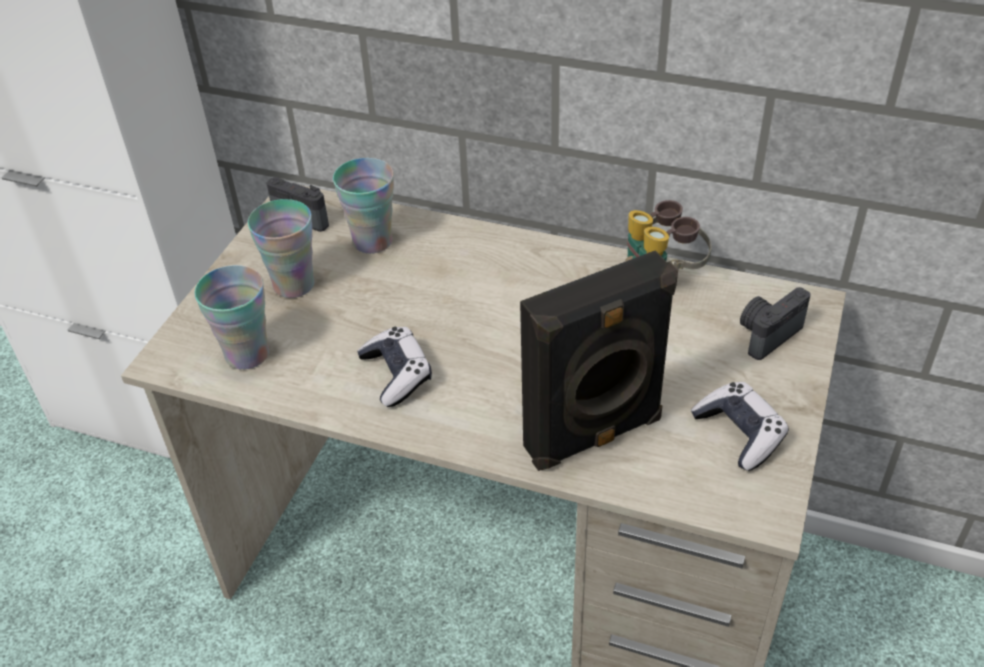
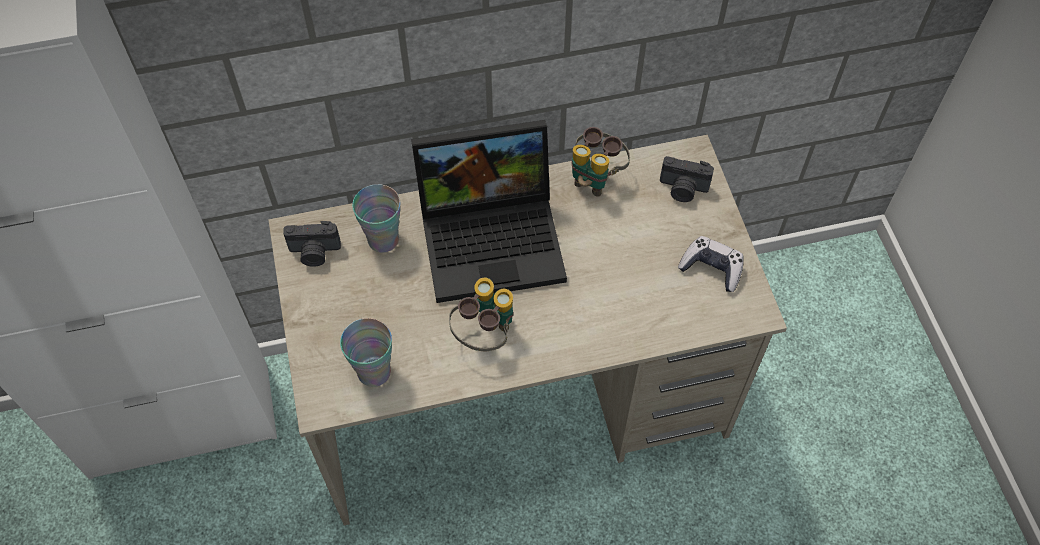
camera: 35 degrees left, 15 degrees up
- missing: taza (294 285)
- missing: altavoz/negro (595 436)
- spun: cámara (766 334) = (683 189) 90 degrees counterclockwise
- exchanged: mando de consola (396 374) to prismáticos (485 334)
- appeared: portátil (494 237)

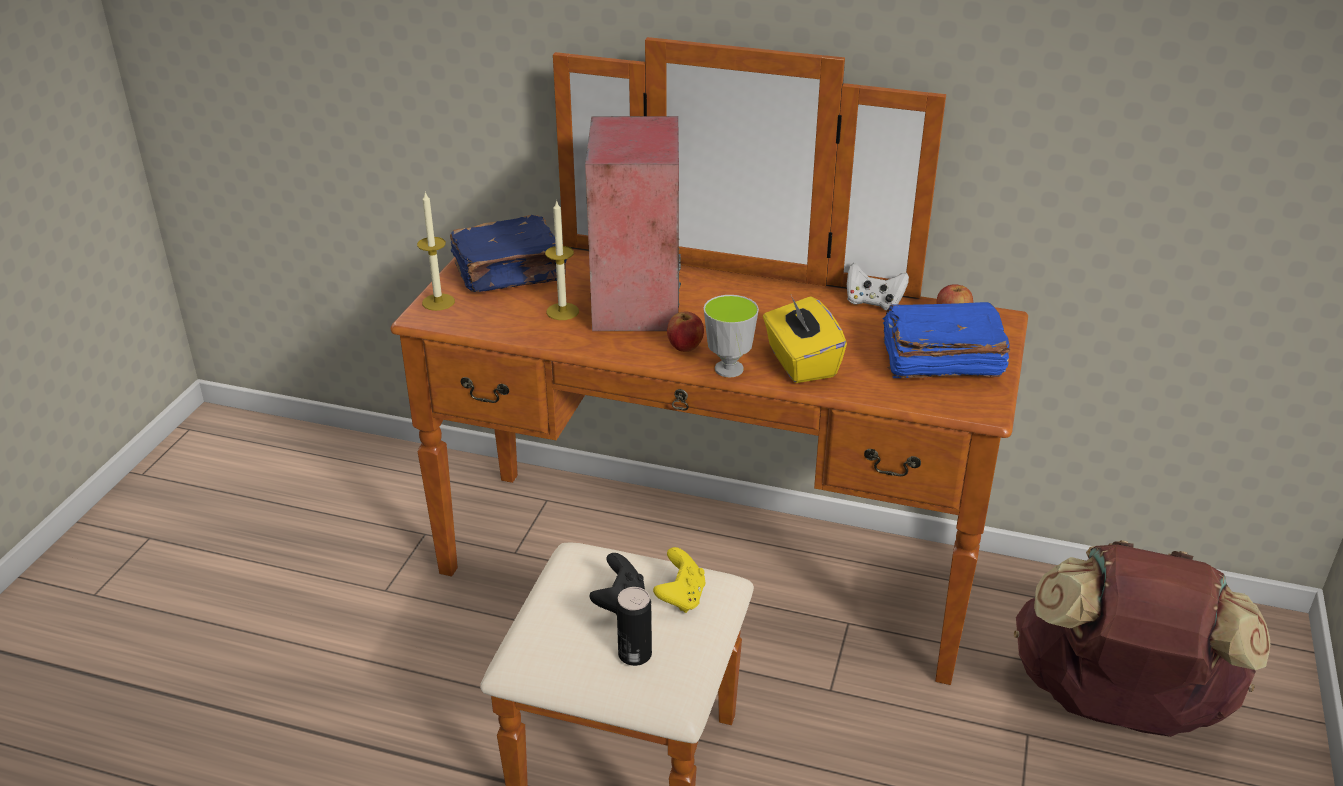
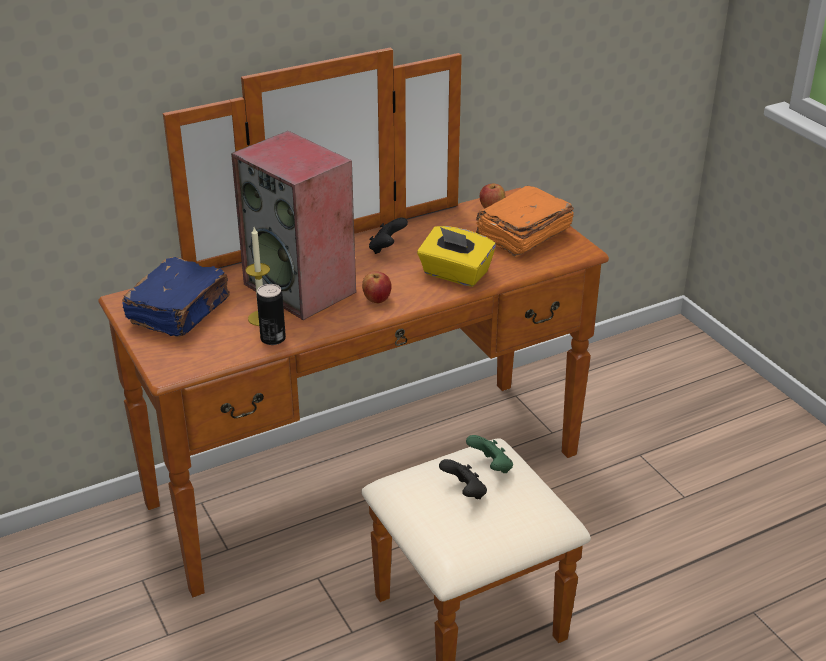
camera: 45 degrees left, 0 degrees up
- missing: vela (438 302)
- missing: mando de consola/blanco (873 303)
- missing: taza (729 369)
- colour: libro/azul (939 360) to libro/naranja (522 235)
- missing: mochila/marrón (1116 706)
- colour: mando de consola/amarillo (681 597) to mando de consola/verde (491 467)
- relocated: lata (635 654) to (273 339)
- appeared: mando de consola/negro (387 248)

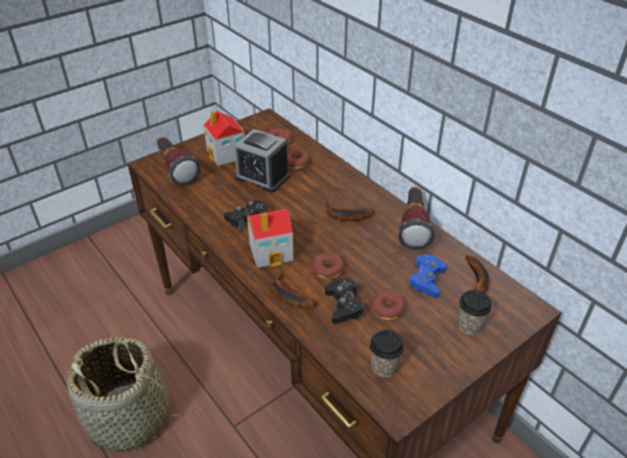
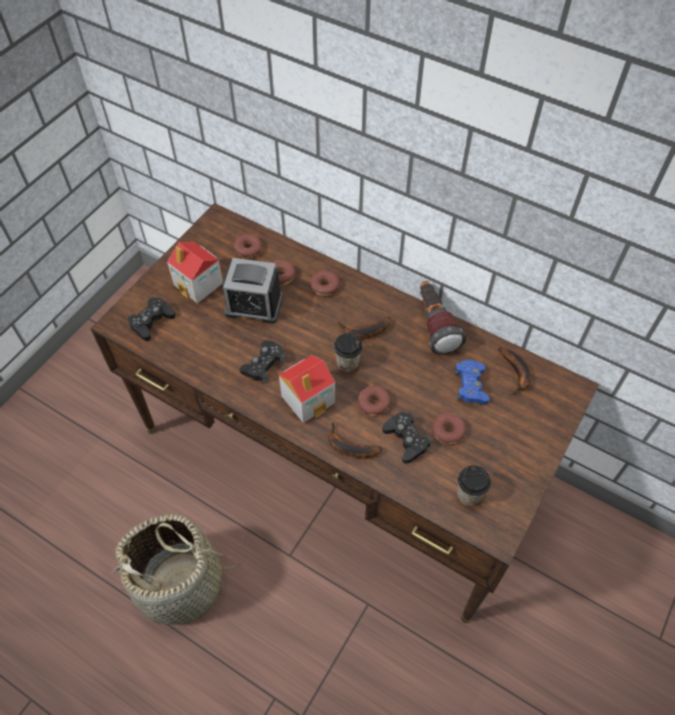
camera: 20 degrees left, 15 degrees up
- exchanged: linterna (175 169) to mando de consola/negro (151 321)
- relocated: taza (469 326) to (347 363)
- appeared: rosquilla (324 286)

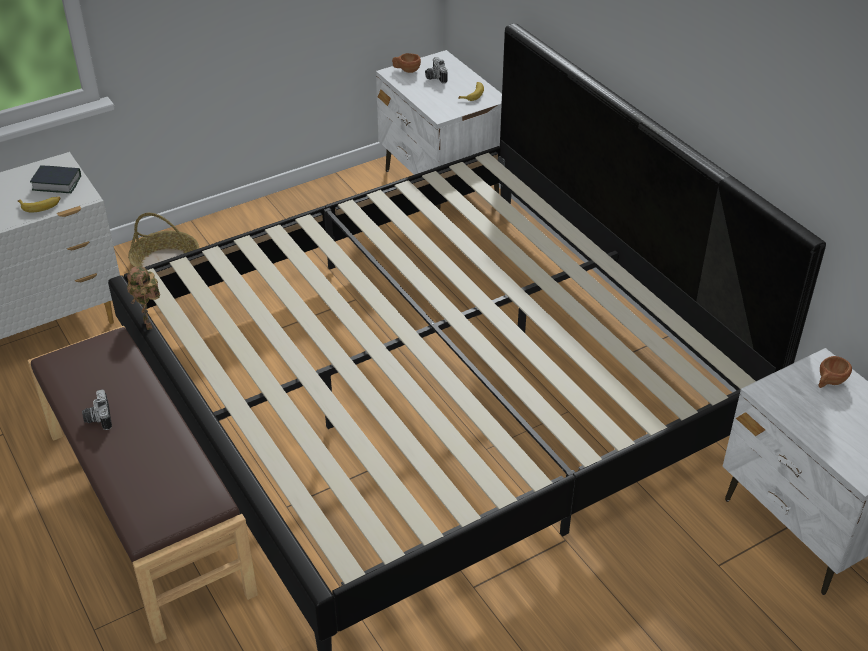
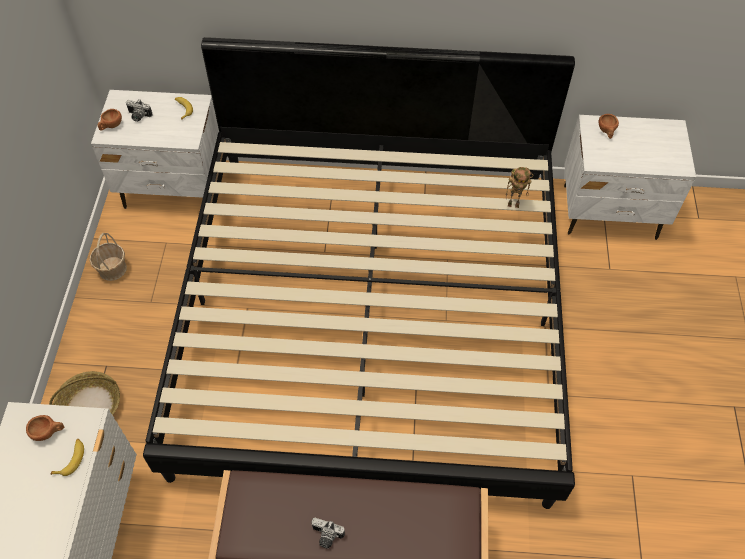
camera: 55 degrees left, 15 degrees up
- exchanged: libro (57 183) to taza/marrón (48 432)
- relocated: robot de juguete (150 324) to (514 204)
- appeared: cesta (112 269)

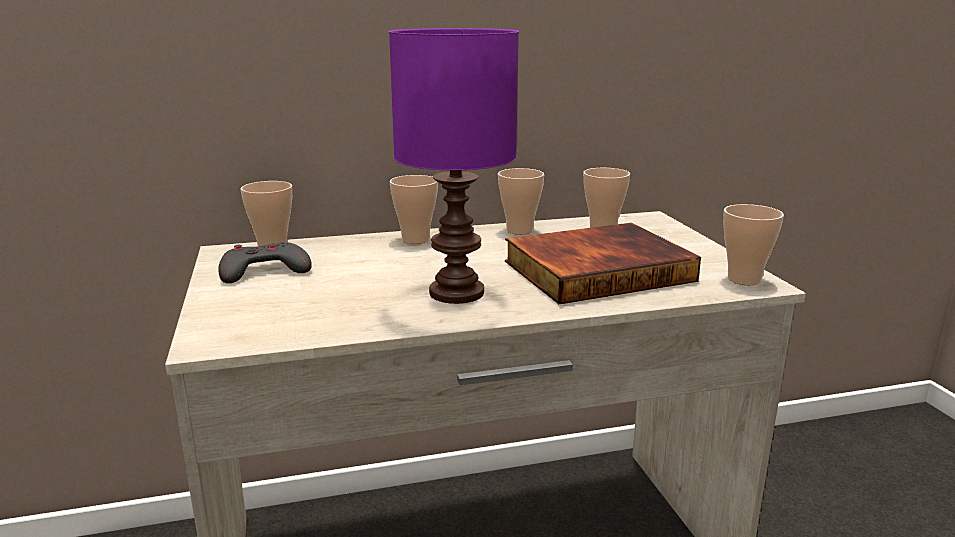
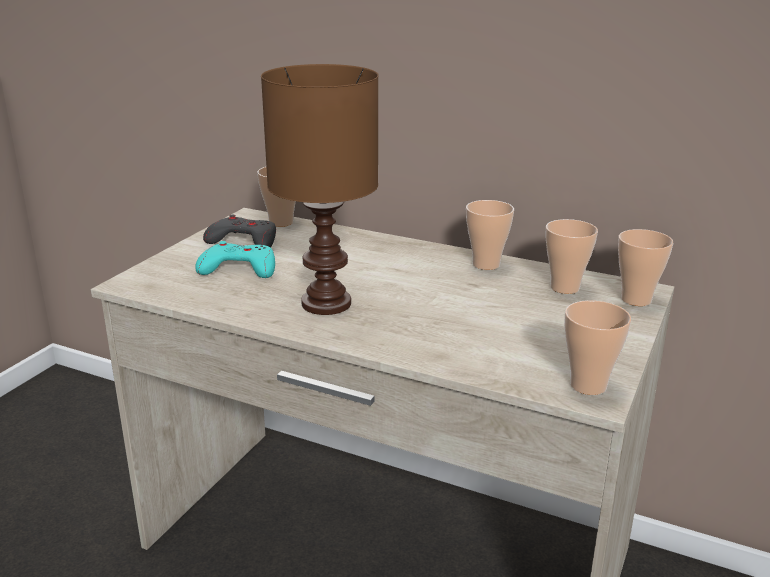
camera: 40 degrees right, 5 degrees up
- colour: lámpara de mesa/morado (454 292) to lámpara de mesa/marrón (325 302)
- relocated: taza (415 239) to (636 299)
- missing: libro (597 269)
- appeared: mando de consola/turquesa (238 268)

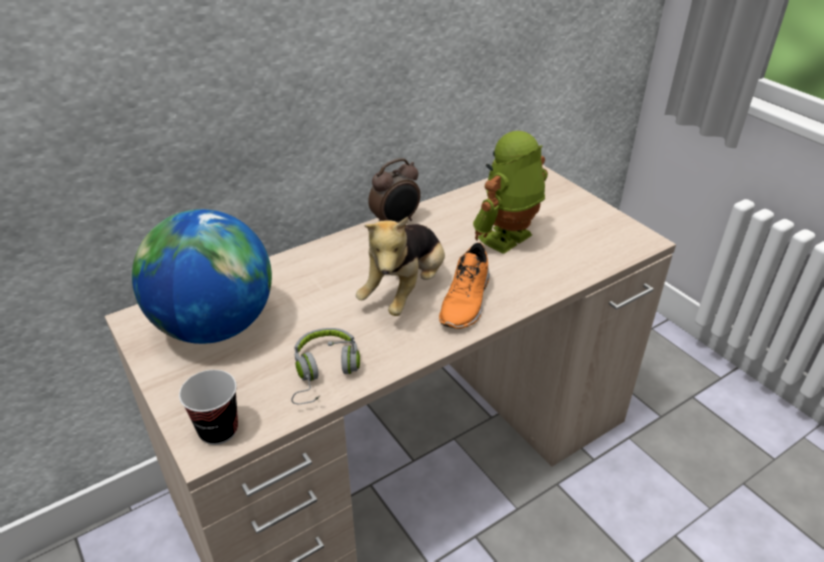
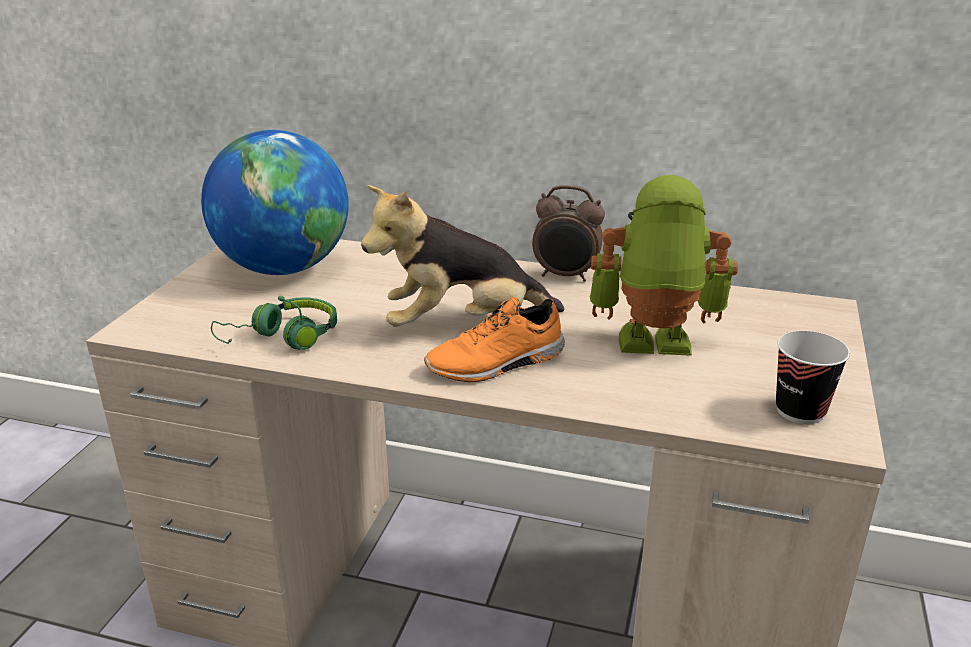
camera: 50 degrees right, 10 degrees down
- colour: auriculares/gris (324 372) to auriculares/verde (284 338)
- relocated: taza (218 430) to (800 411)

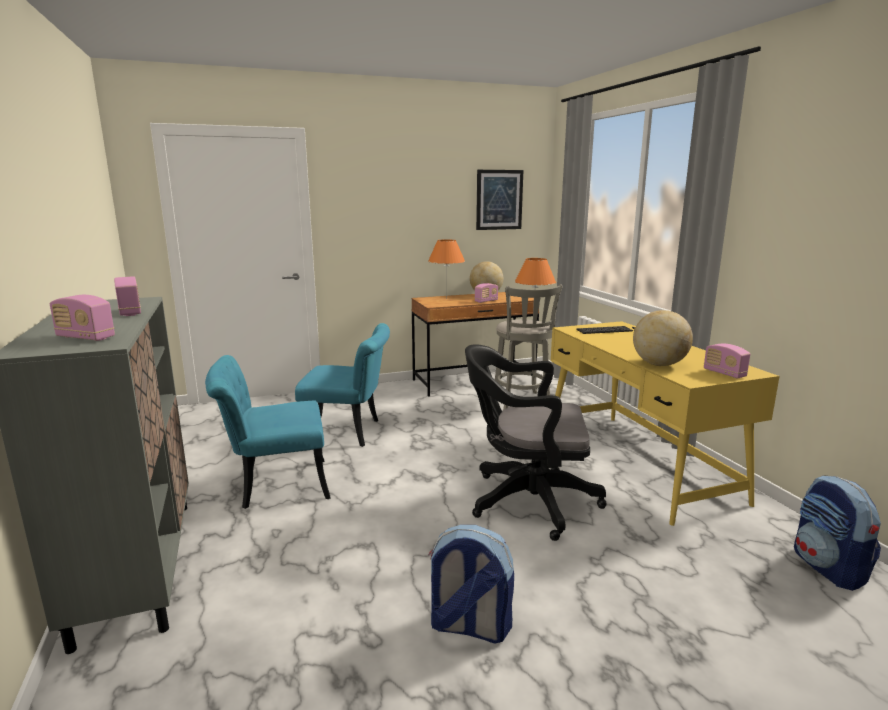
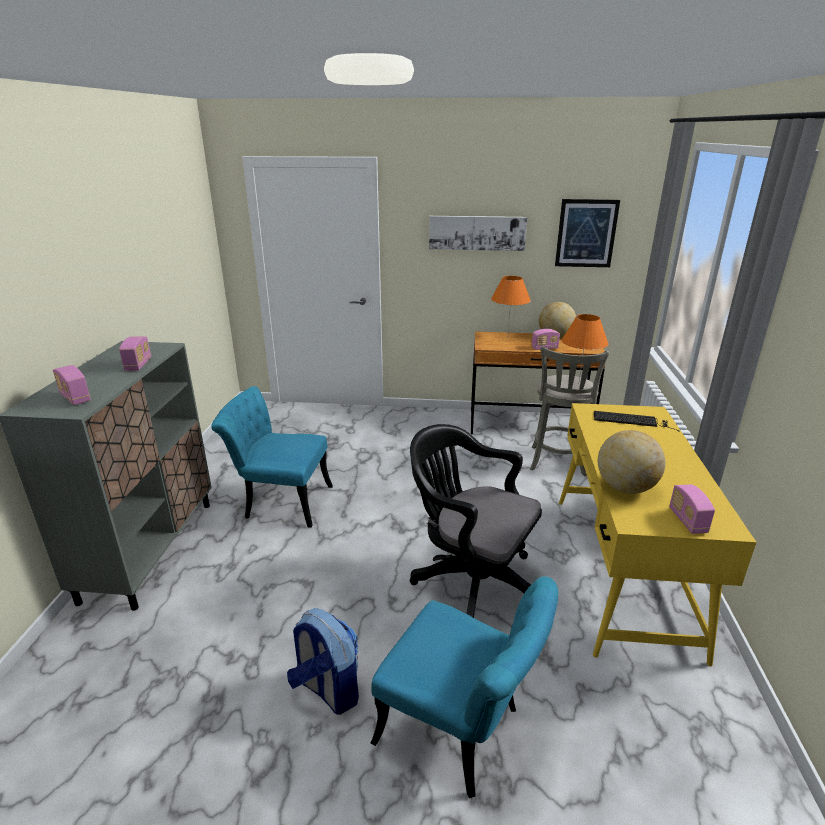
camera: 25 degrees right, 10 degrees up
- relocated: silla/turquesa (349 432) to (461 732)
- missing: mochila (828 568)
- appeared: cuadro (477 232)

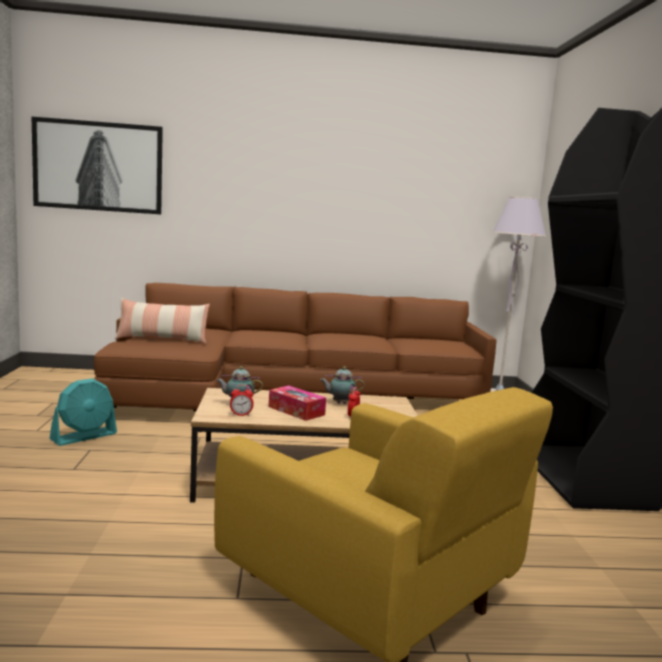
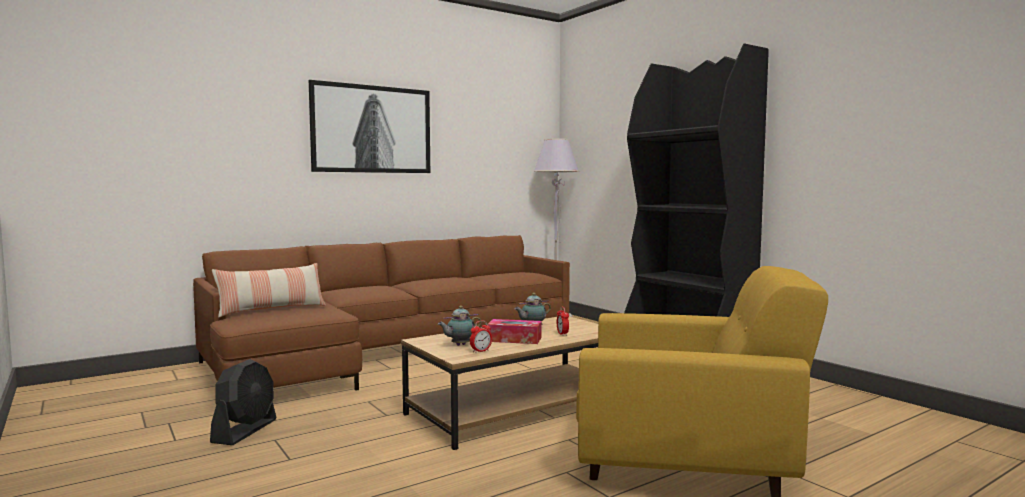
camera: 30 degrees left, 5 degrees down
- relocated: cuadro (98 166) to (372 129)
- colour: ventilador/turquesa (84 436) to ventilador/negro (245 431)

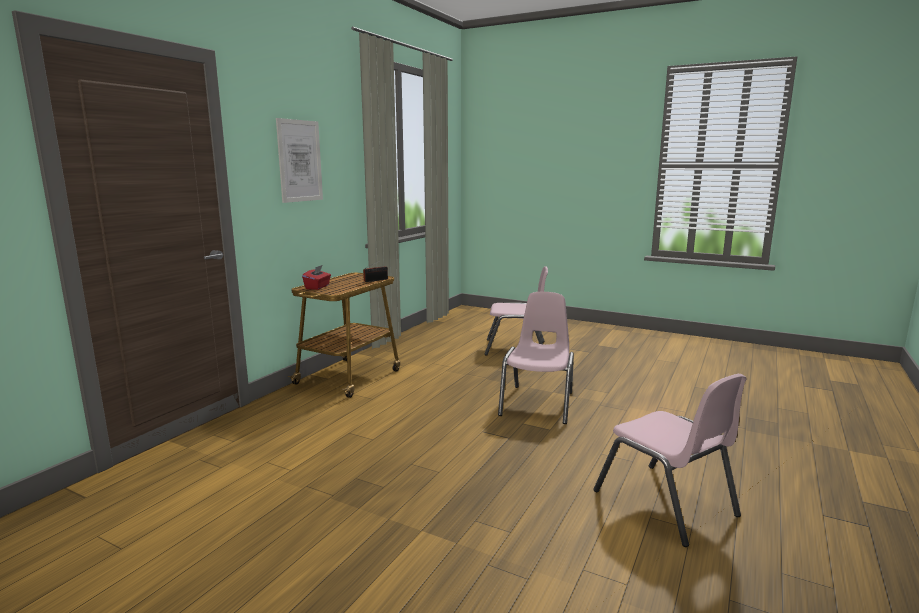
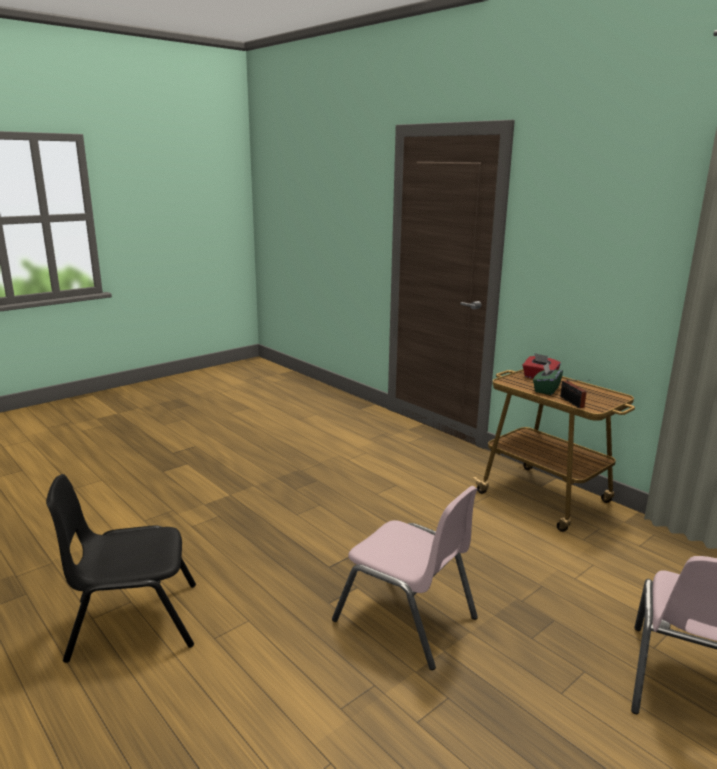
camera: 110 degrees right, 5 degrees up
- missing: cuadro (300 161)
- colour: silla/rosa (665 503) to silla/negro (134 621)
- appeared: caja de pañuelos/verde (546 389)

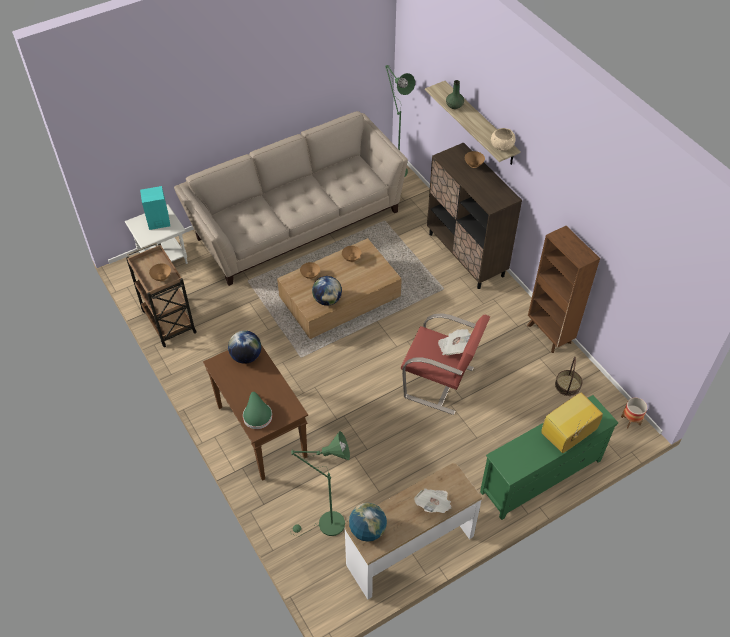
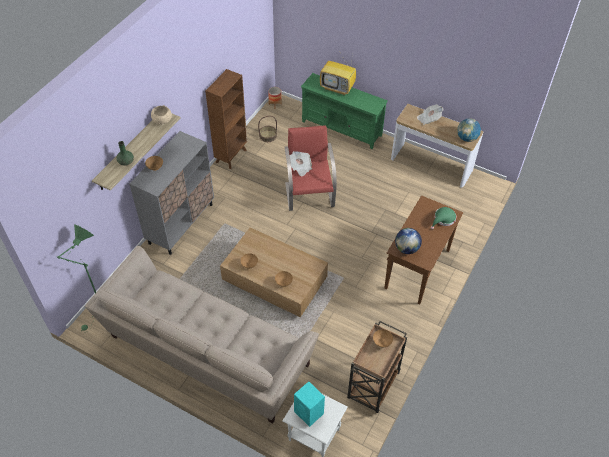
camera: 120 degrees left, 0 degrees up
- colour: armario/marrón (466 255) to armario/gris (181 223)
- missing: globo terráqueo (327 300)
- missing: lámpara de pie/verde (326 525)

